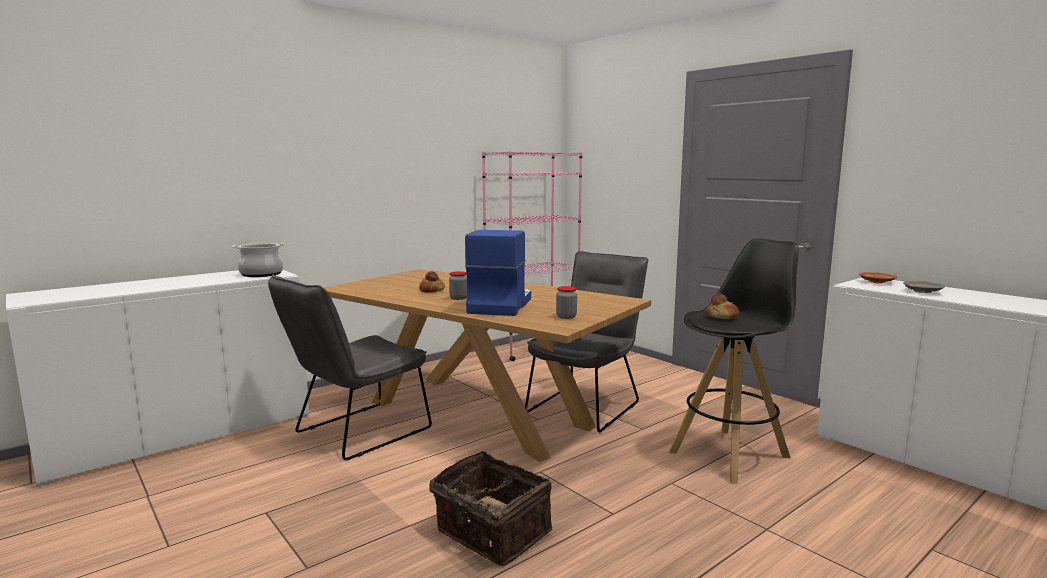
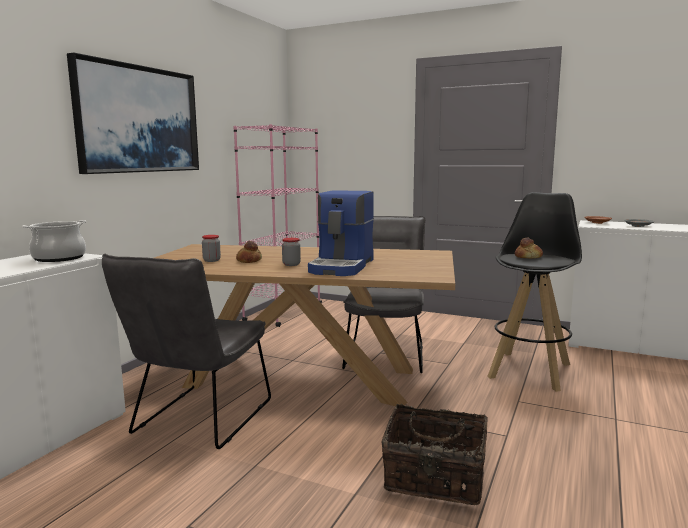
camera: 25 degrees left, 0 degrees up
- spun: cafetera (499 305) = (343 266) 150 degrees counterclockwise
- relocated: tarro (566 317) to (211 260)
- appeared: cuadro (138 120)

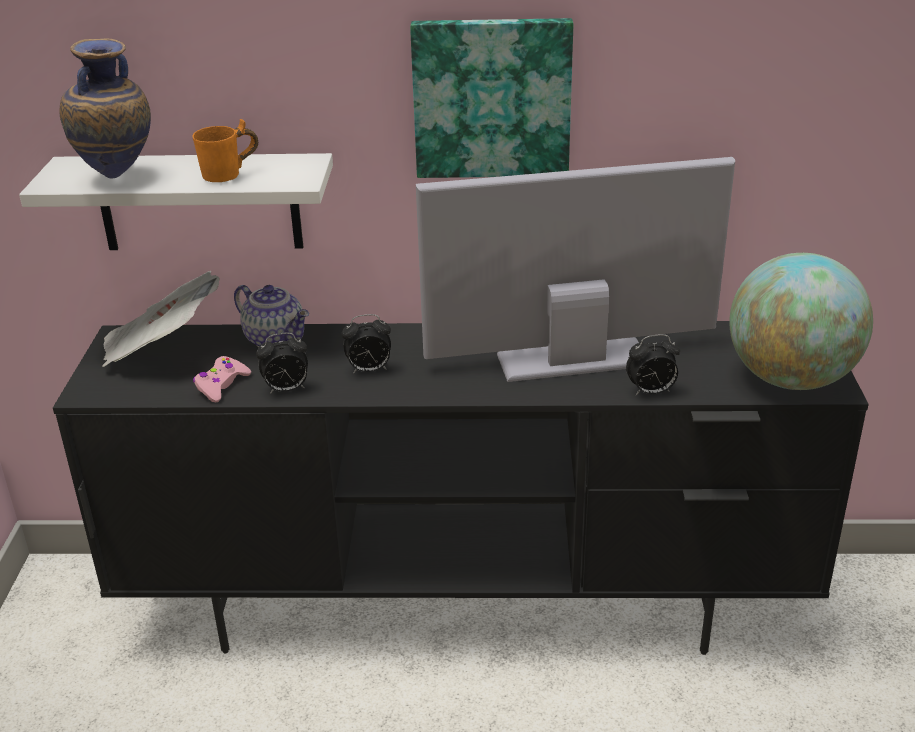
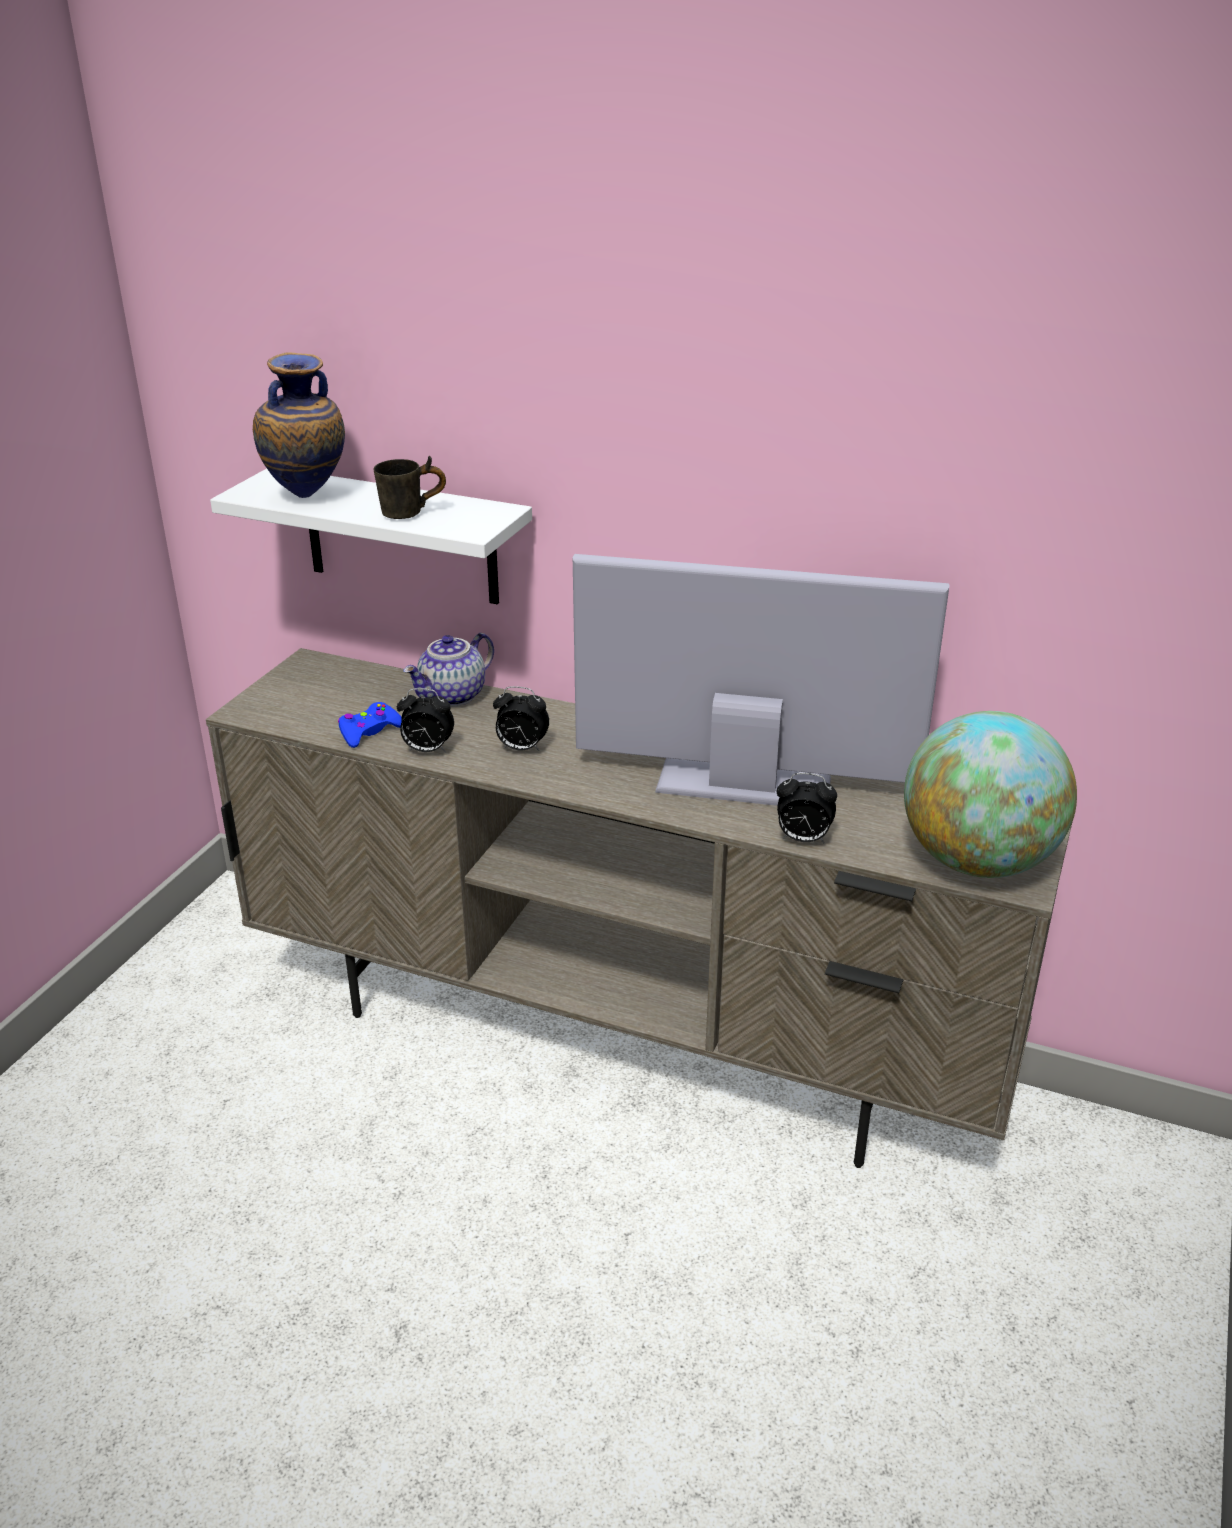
camera: 20 degrees right, 0 degrees up
- missing: cuadro (492 97)
- colour: taza grande/naranja (231 177) to taza grande/gris (411 515)
- missing: periódico (162 349)
- spun: tetera (276 339) = (453 697) 75 degrees clockwise
- colour: mueble de televisión/negro (467 608) to mueble de televisión/beis (622 1042)
- colour: mando de consola/rosa (221 385) to mando de consola/azul (369 732)

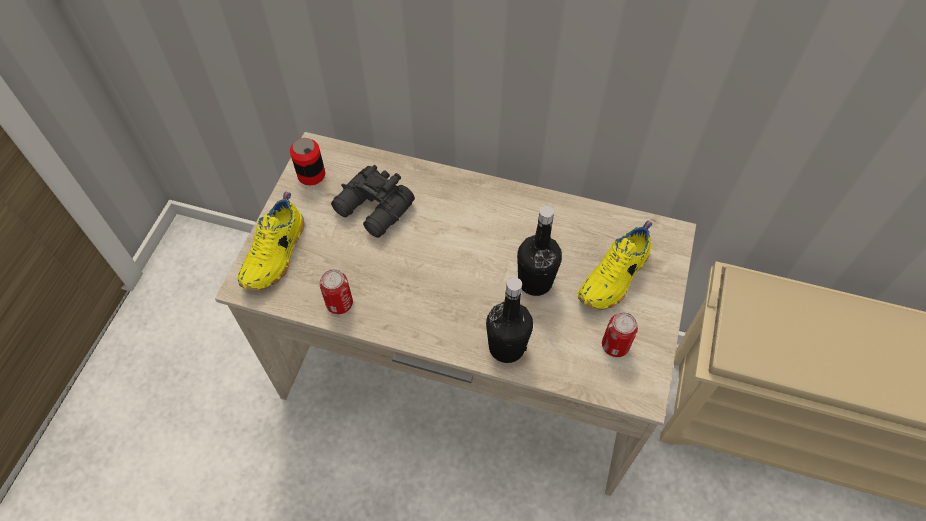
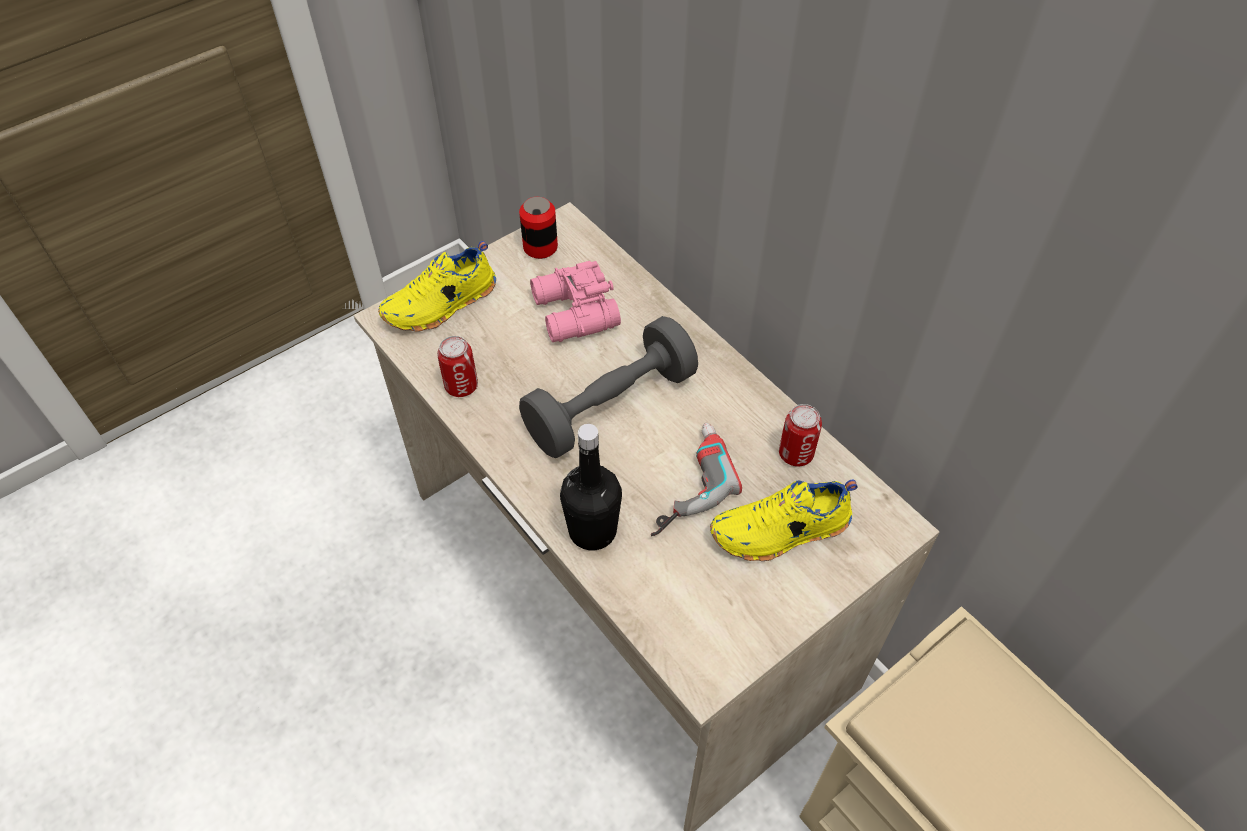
camera: 35 degrees right, 5 degrees down
- colour: prismáticos/negro (374 210) to prismáticos/rosa (573 314)
- exchanged: botella/negro (535 281) to taladro (683 482)
- relocated: lata (615 345) to (795 454)
- appeared: mancuerna/gris (610 406)

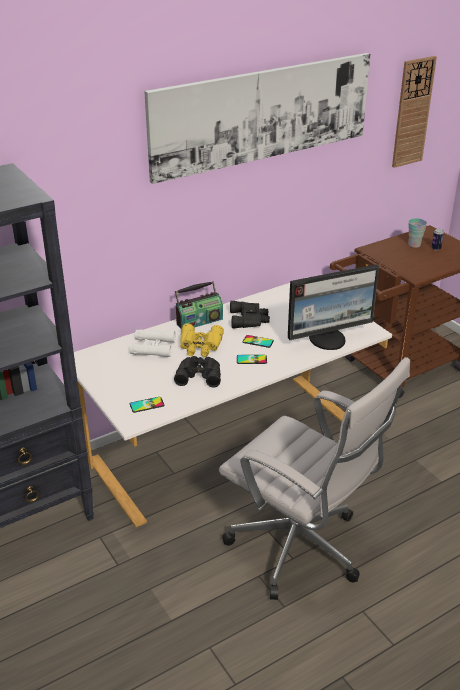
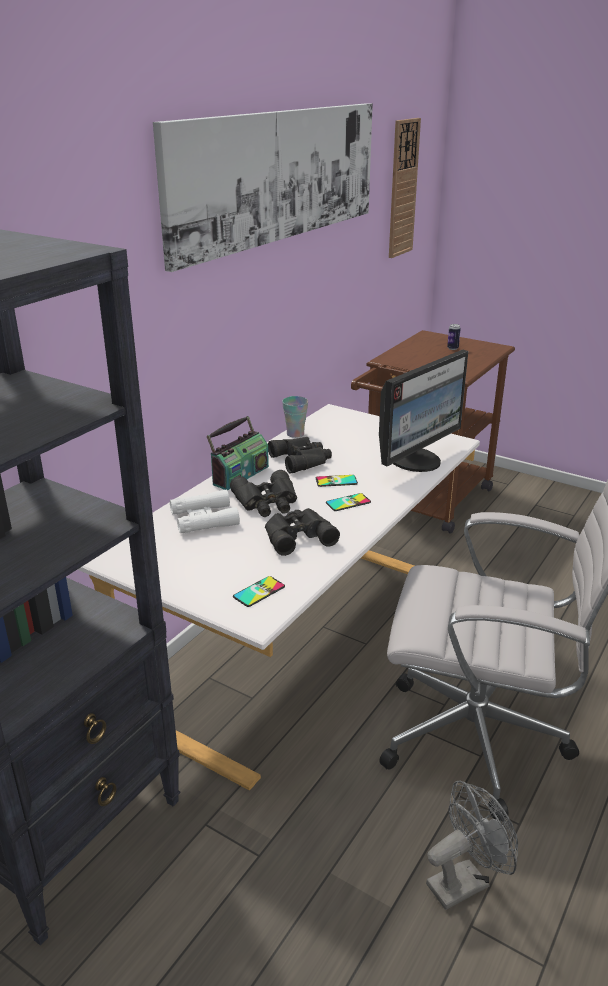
camera: 25 degrees left, 5 degrees down
- relocated: taza (414 245) to (295 434)
- colour: prismáticos/amarillo (200 346) to prismáticos/negro (267 502)
- appeared: ventilador/gris (464 881)

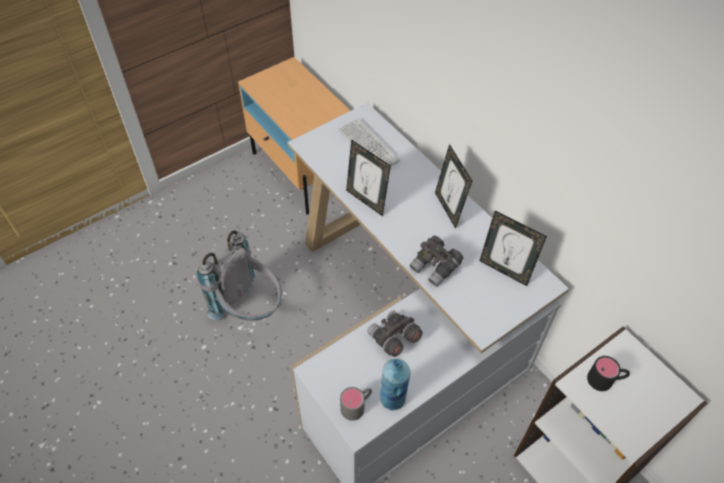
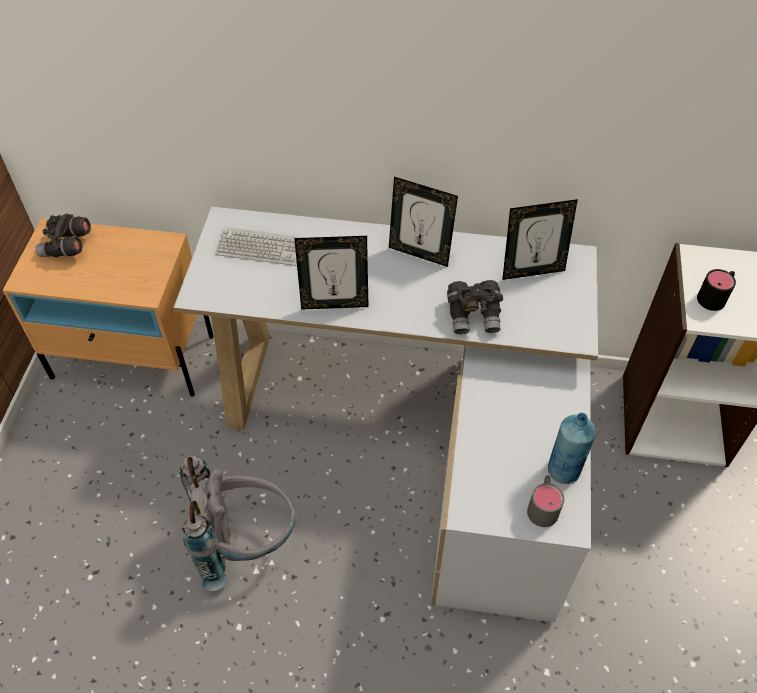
camera: 45 degrees left, 0 degrees up
- relocated: prismáticos/gris (393 339) to (67 247)

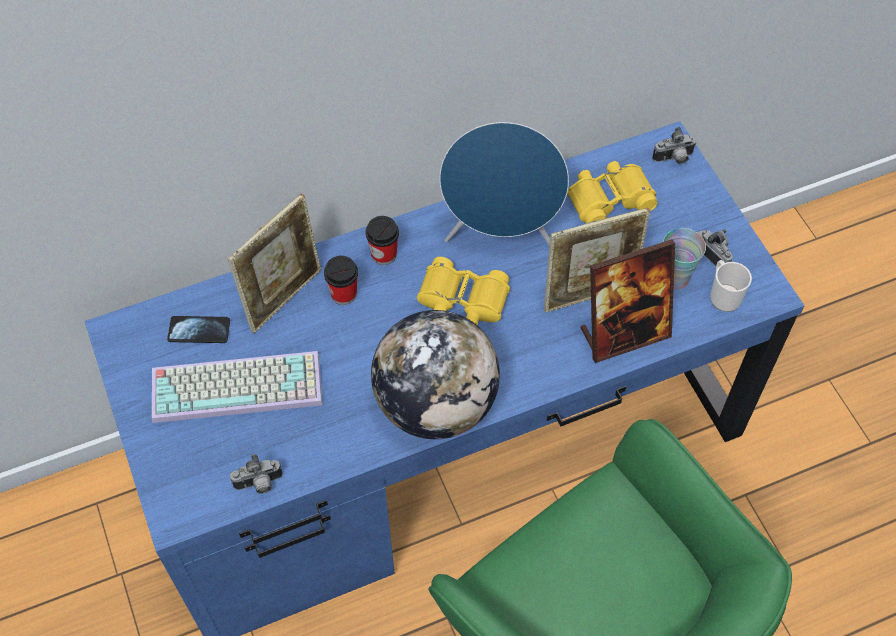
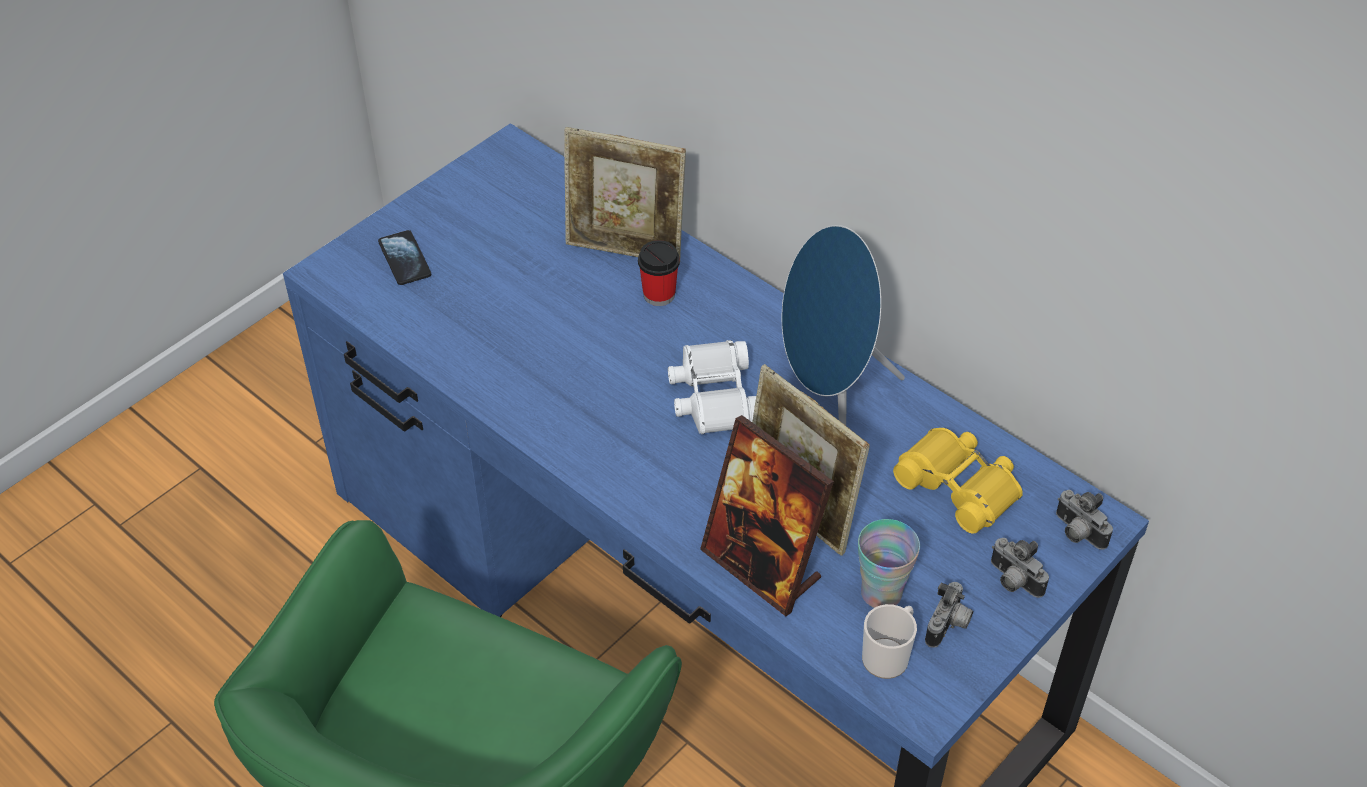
camera: 65 degrees right, 10 degrees down
- missing: taza (384 254)
- colour: prismáticos/amarillo (462 301) to prismáticos/blanco (713 397)
- missing: globo terráqueo (436 404)
- relocated: móvil (199 330) to (404 259)
- missing: teclado (239 384)
- relocated: cámara (259 484) to (1012 581)

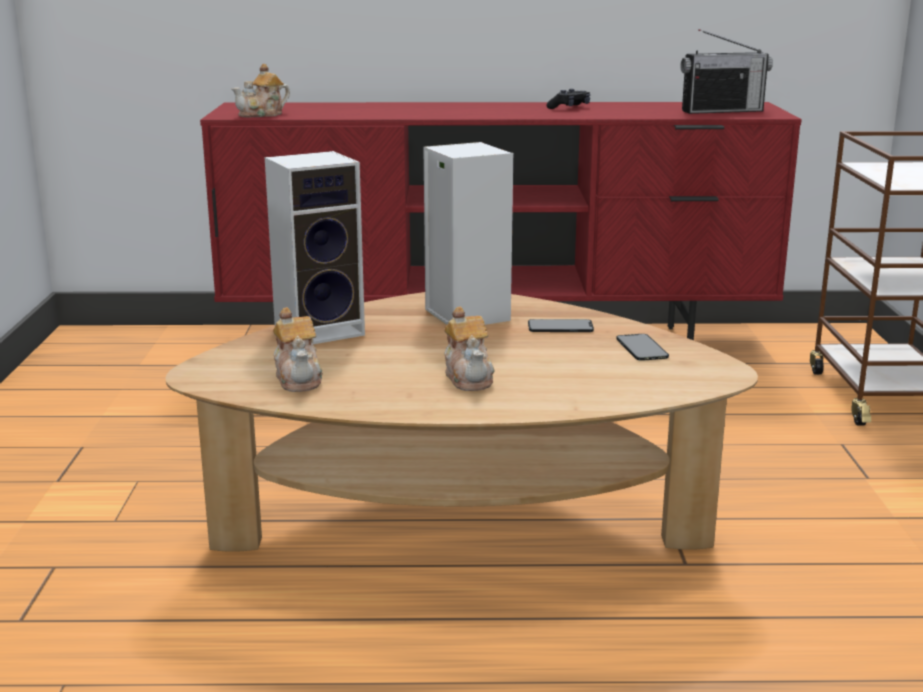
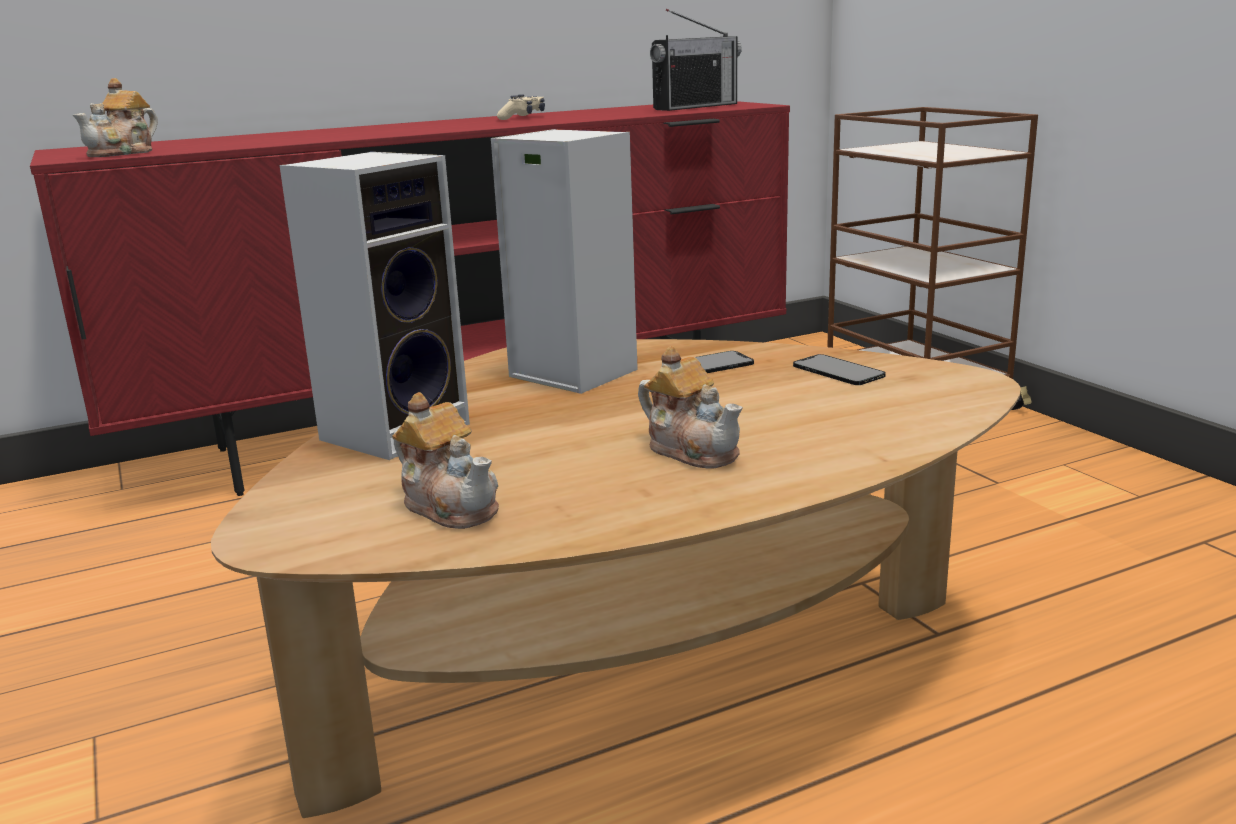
camera: 25 degrees left, 0 degrees up
- colour: mando de consola/negro (569 107) to mando de consola/beis (522 117)

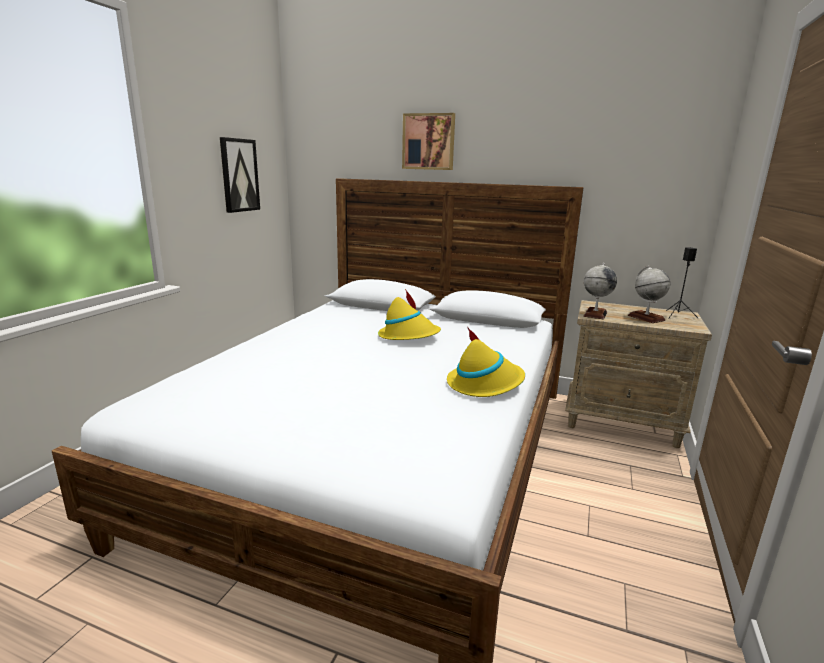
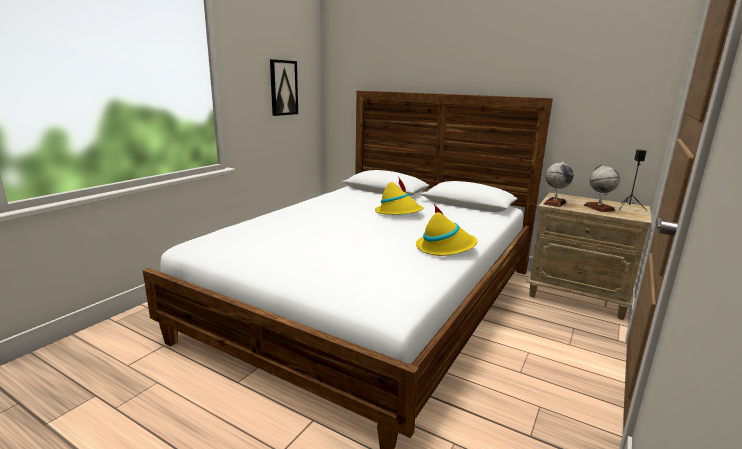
camera: 10 degrees right, 0 degrees up
- missing: cuadro (429 142)

